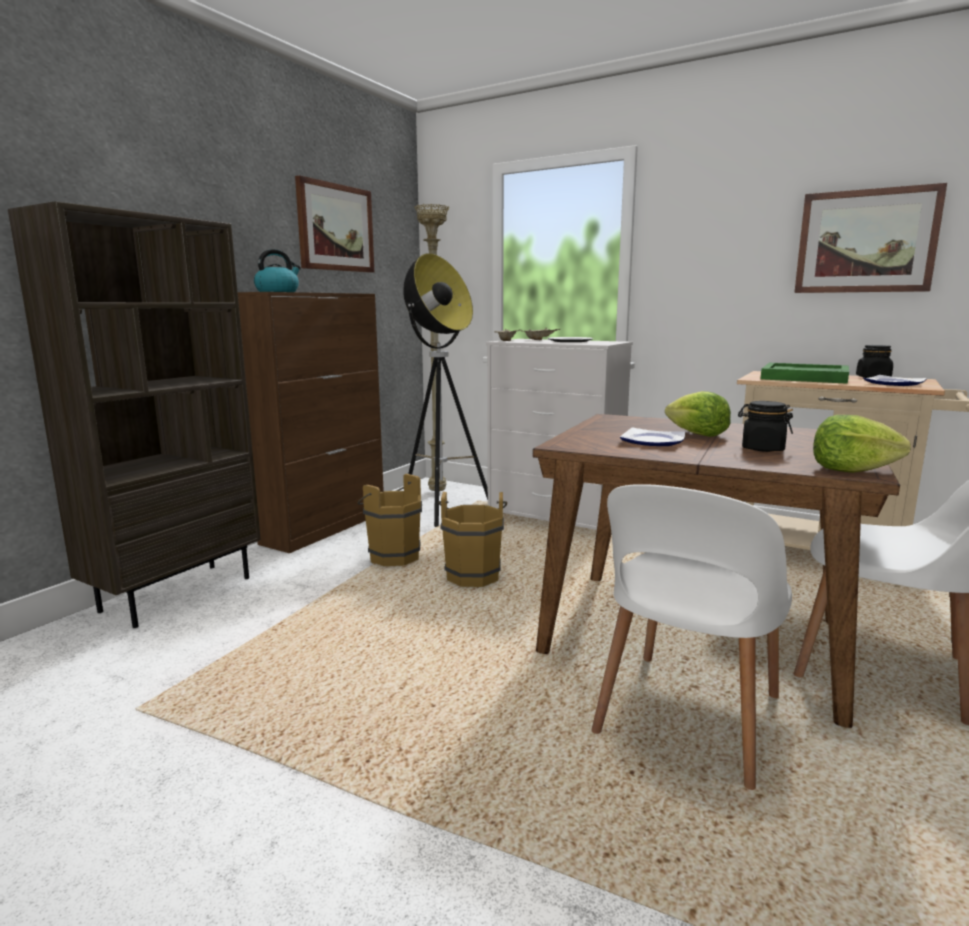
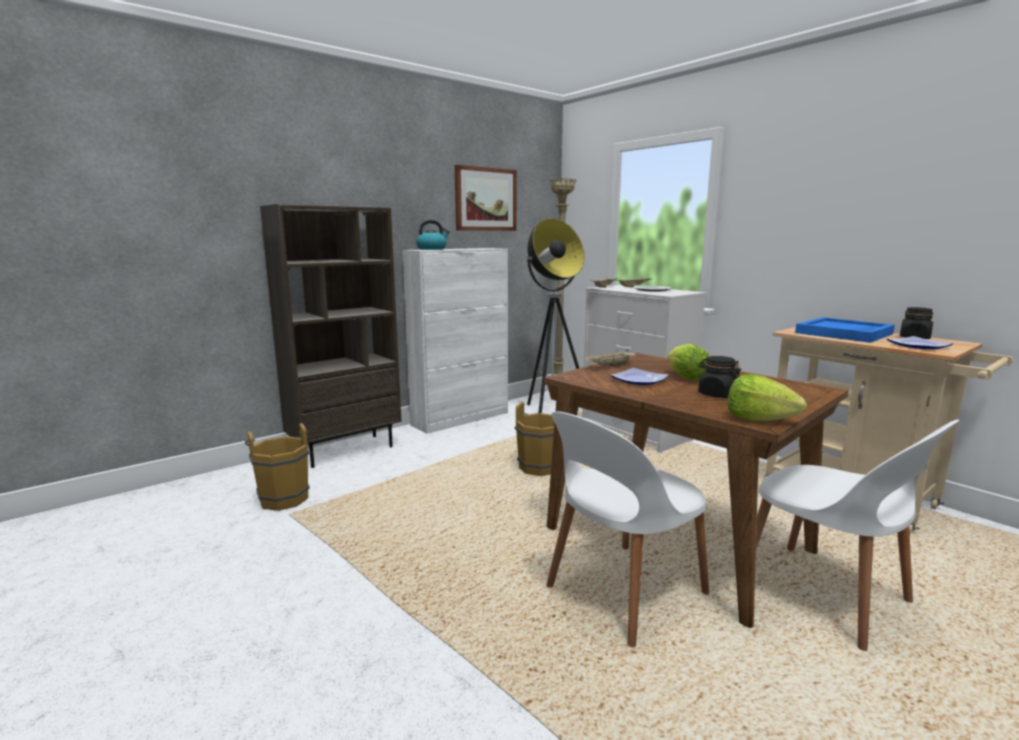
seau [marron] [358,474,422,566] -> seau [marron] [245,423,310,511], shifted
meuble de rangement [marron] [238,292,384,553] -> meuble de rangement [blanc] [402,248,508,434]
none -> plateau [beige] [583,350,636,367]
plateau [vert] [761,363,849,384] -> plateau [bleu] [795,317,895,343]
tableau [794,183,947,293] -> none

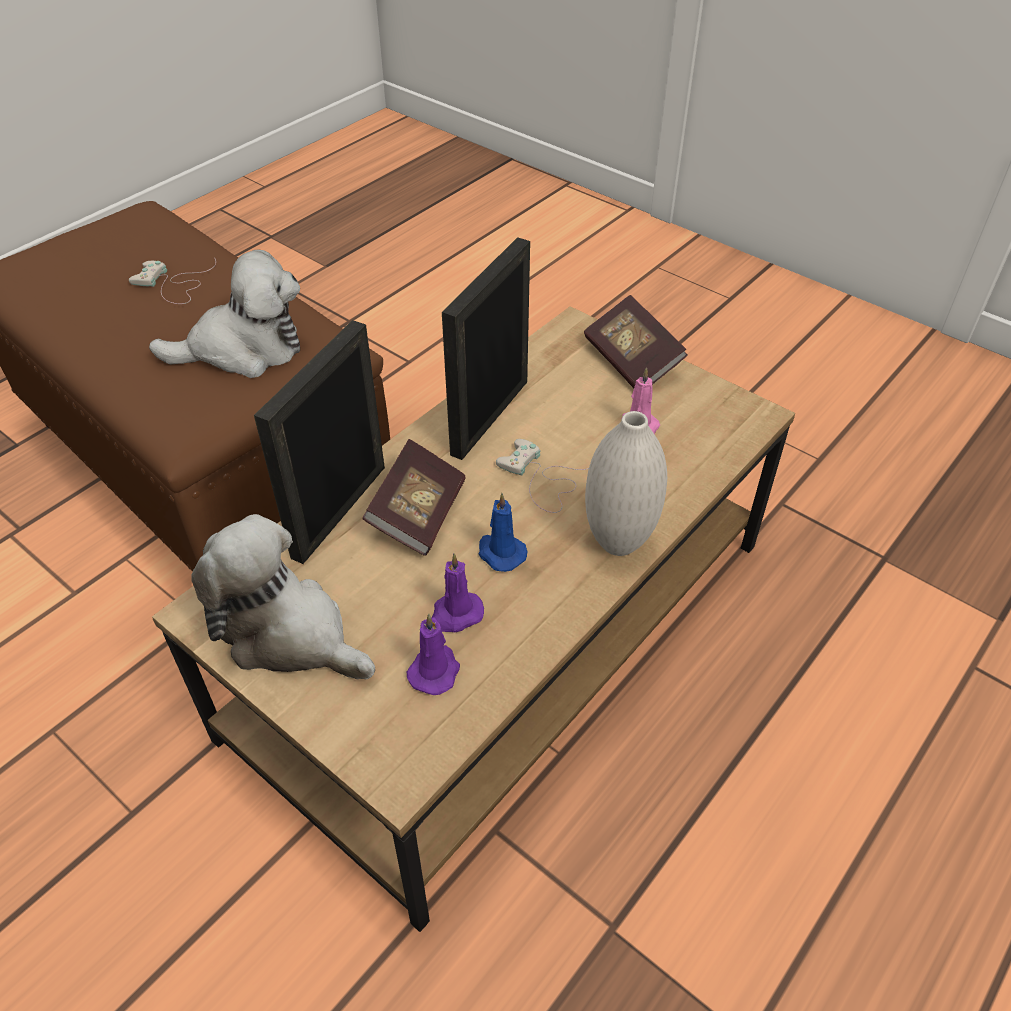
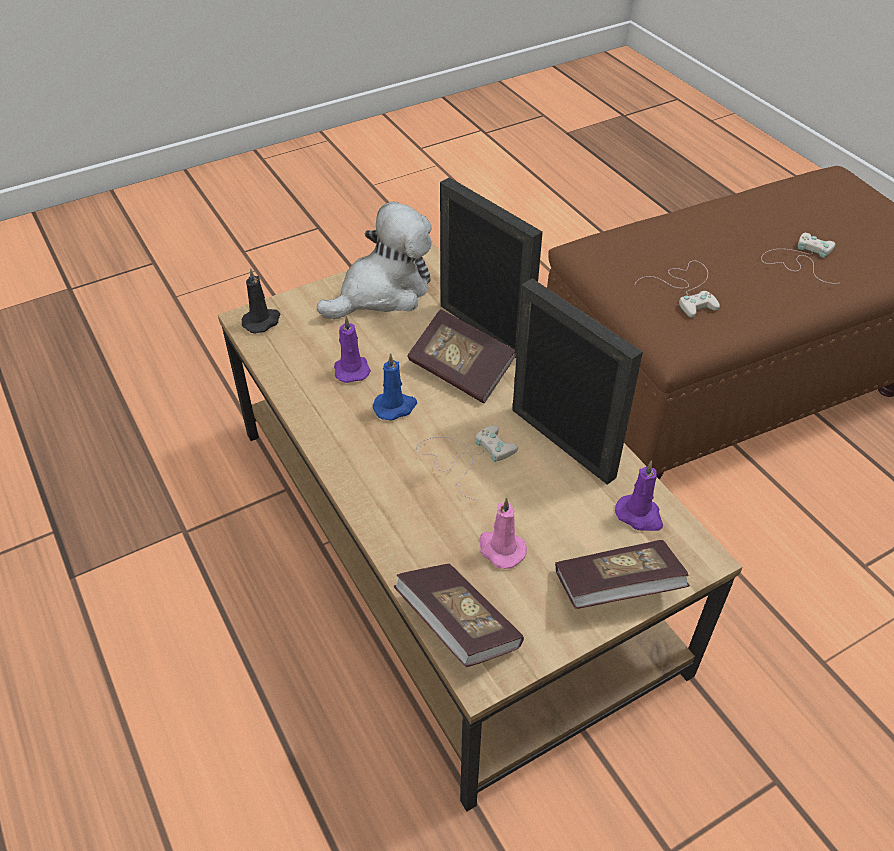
none -> bougie [noir] [242,268,280,334]
none -> livre [394,564,524,667]
bougie [violet] [407,614,460,695] -> bougie [violet] [615,461,663,531], shifted
peluche [149,249,300,378] -> manette [blanc] [635,261,720,318]
vase [blanc] [585,411,667,556] -> none

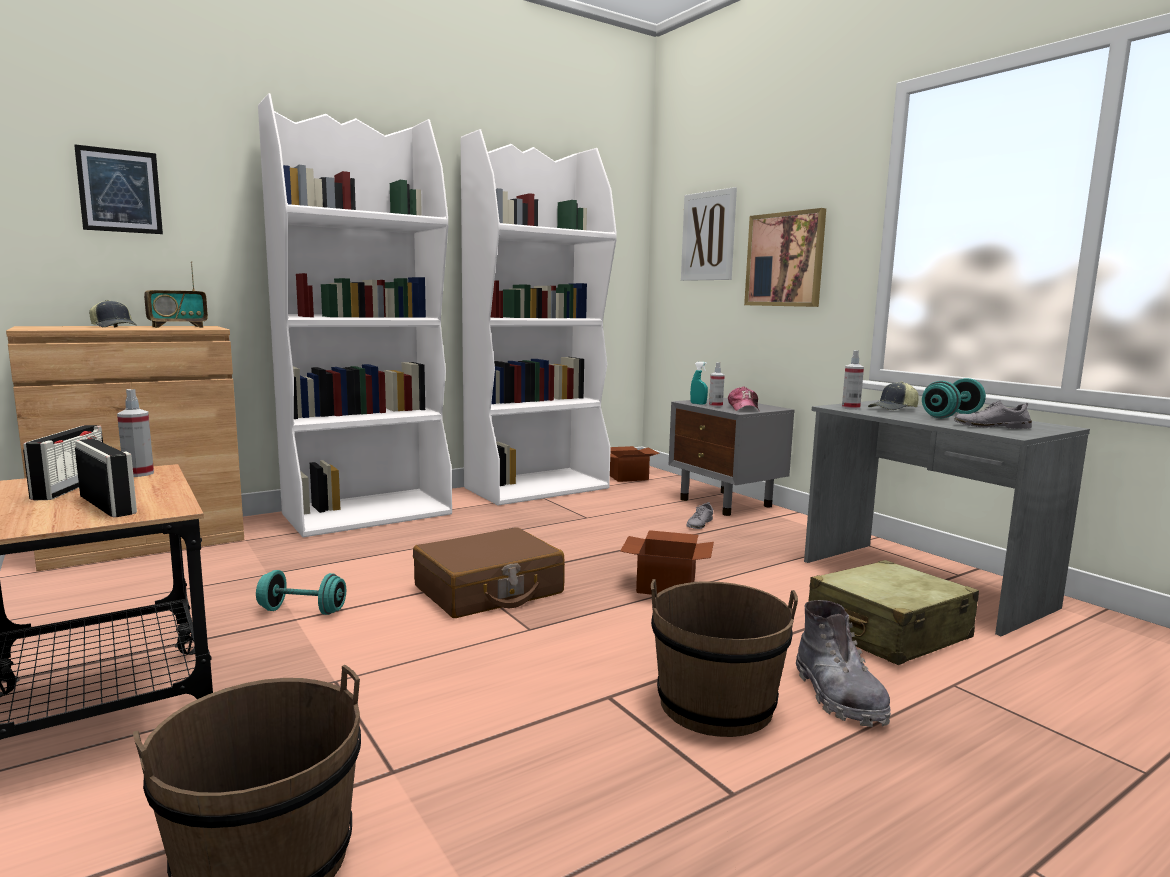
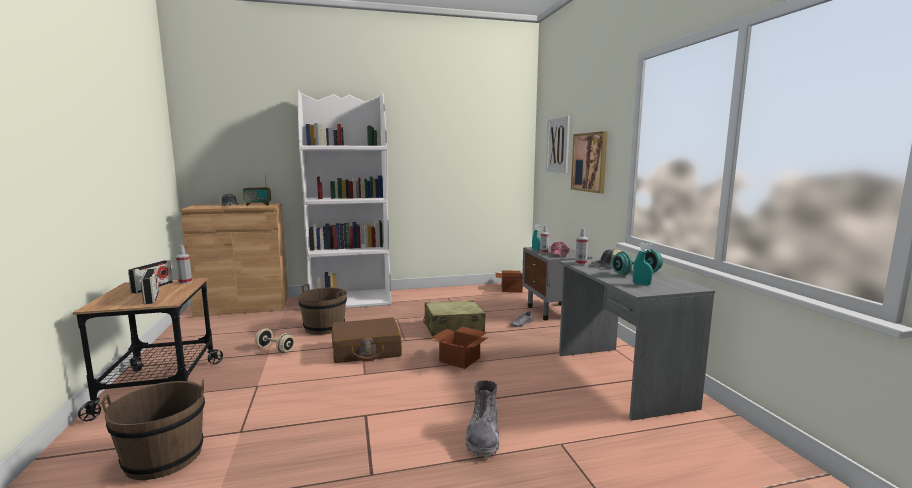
haltère [turquoise] [256,570,346,615] -> haltère [beige] [255,328,295,353]
seau [marron] [651,579,798,737] -> seau [marron] [298,284,347,335], shifted
valise [beige] [808,560,979,665] -> valise [beige] [423,300,486,336], shifted
chaussure [gris] [954,400,1032,429] -> vaporisateur [turquoise] [633,243,653,285]
tableau [74,144,163,234] -> none
bibliothèque [blanc] [461,129,617,505] -> none

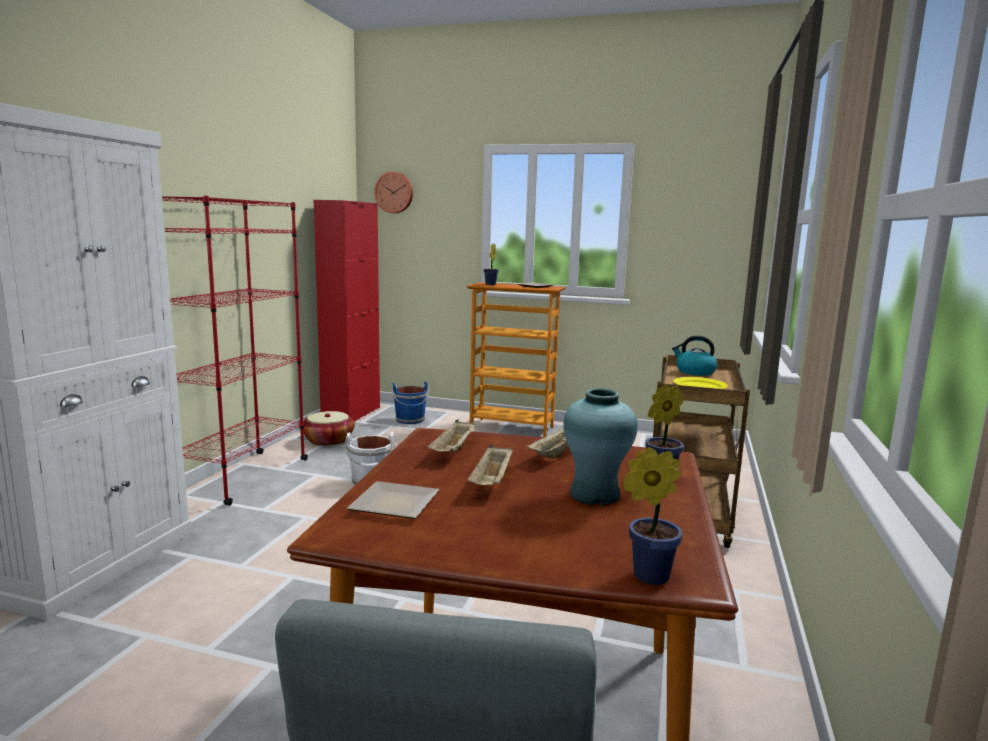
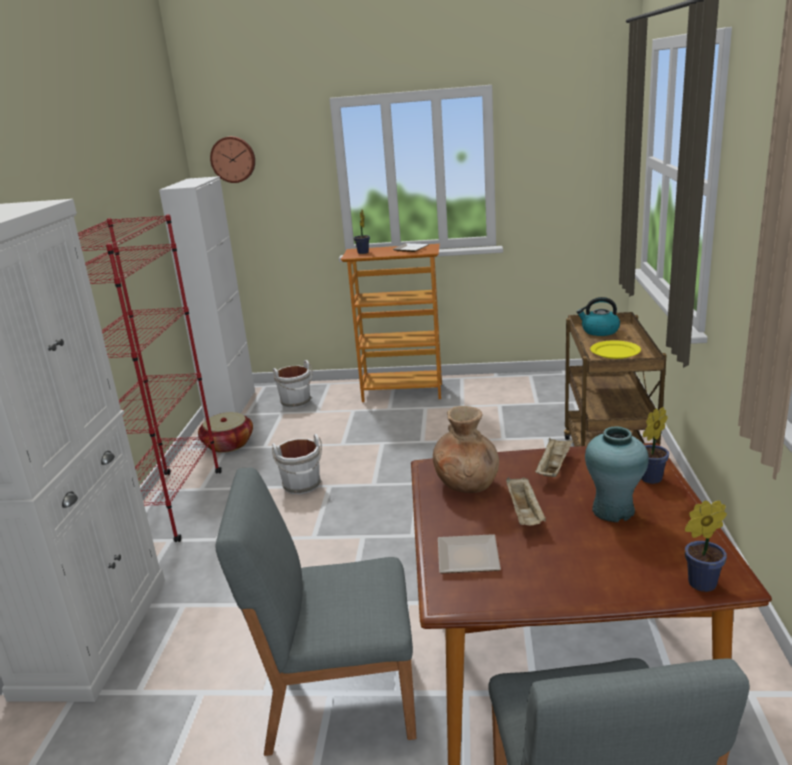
meuble de rangement [rouge] [314,200,380,421] -> meuble de rangement [blanc] [159,176,255,420]
none -> chaise [gris] [215,467,416,756]
seau [bleu] [392,382,430,424] -> seau [blanc] [273,360,312,408]
plateau [beige] [428,420,476,452] -> vase [marron] [433,406,499,493]

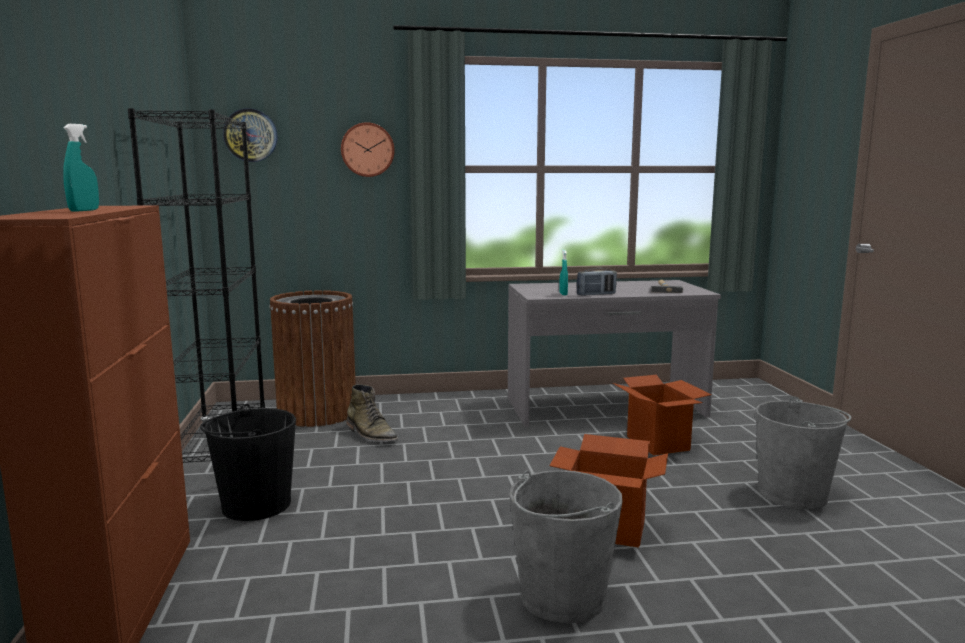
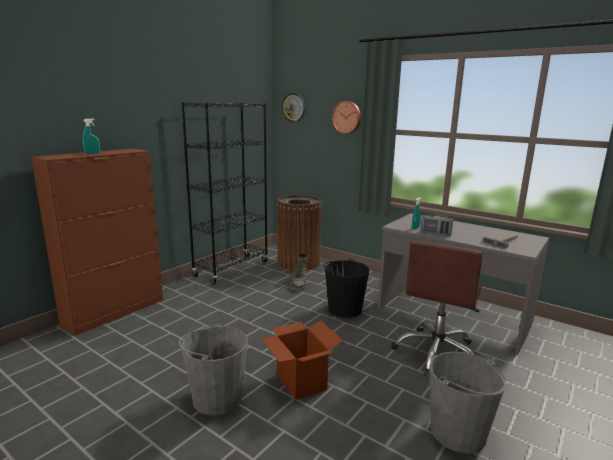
seau [noir] [200,405,296,521] -> seau [noir] [323,259,370,318], shifted
carton [613,375,712,455] -> chaise de bureau [marron] [391,241,482,377]

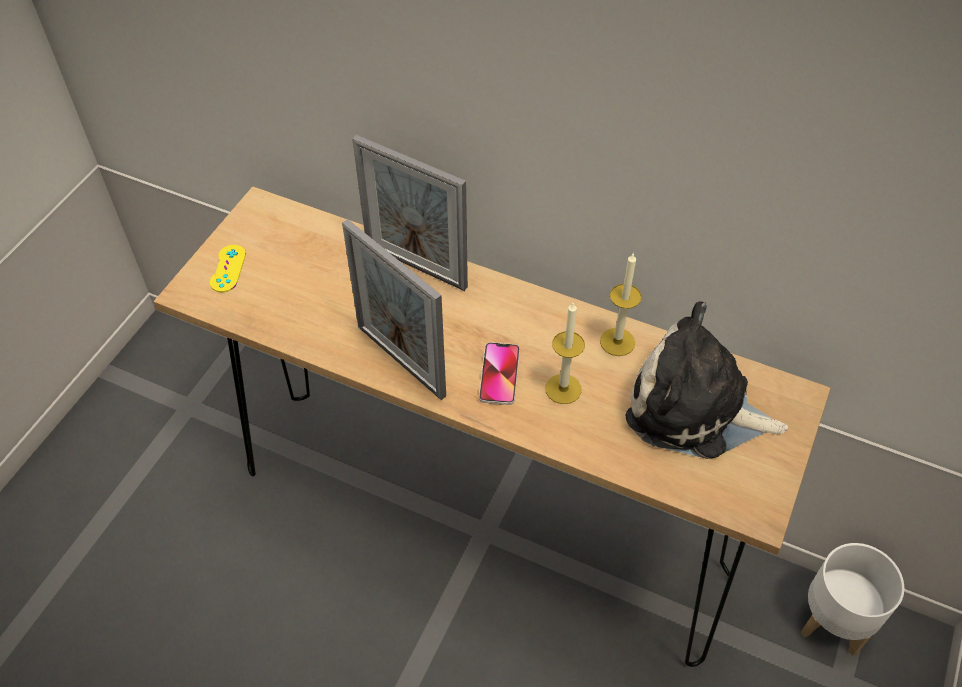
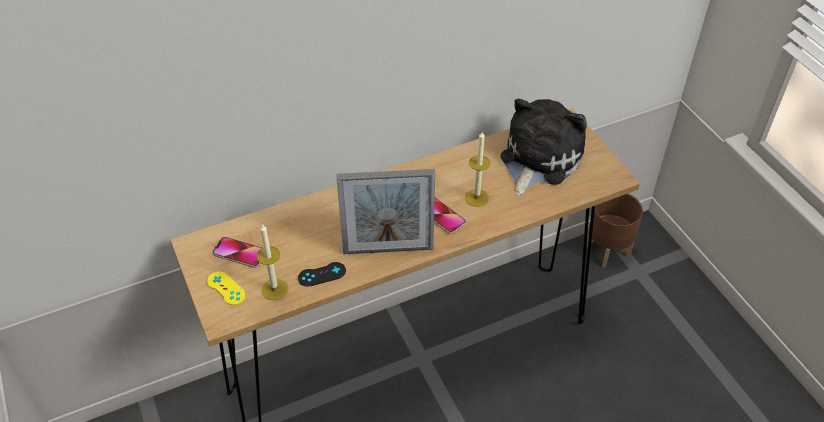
none -> téléphone [212,237,263,268]
bougie [600,254,642,356] -> bougie [257,224,288,300], shifted
none -> manette [noir] [298,262,346,287]
peluche [626,301,788,459] -> peluche [501,99,587,196], 150 degrees clockwise
cache-pot [blanc] [801,543,904,656] -> cache-pot [marron] [587,194,643,268]
cadre photo [352,135,468,291] -> none

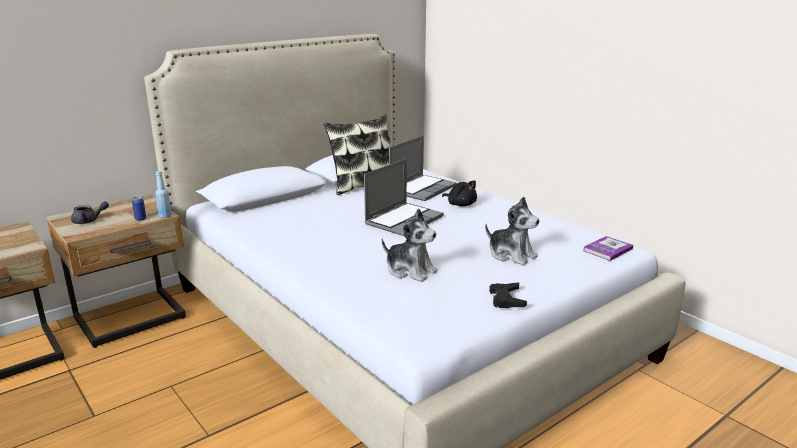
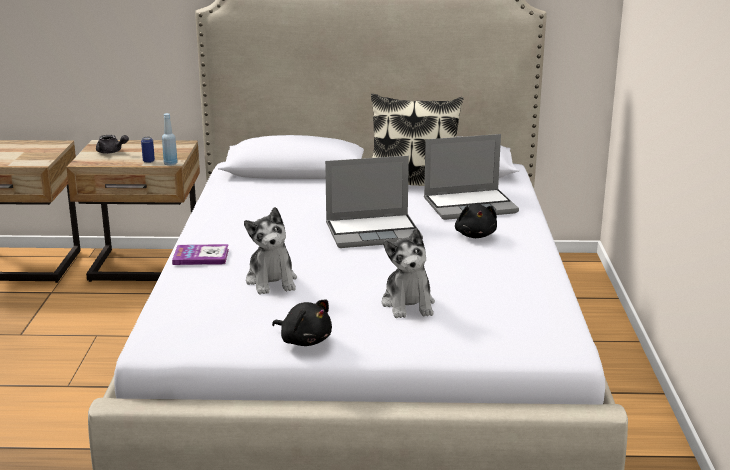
livre [583,236,633,261] -> livre [172,244,229,265], shifted
manette [noir] [489,283,527,308] -> peluche [noir] [272,299,332,346]

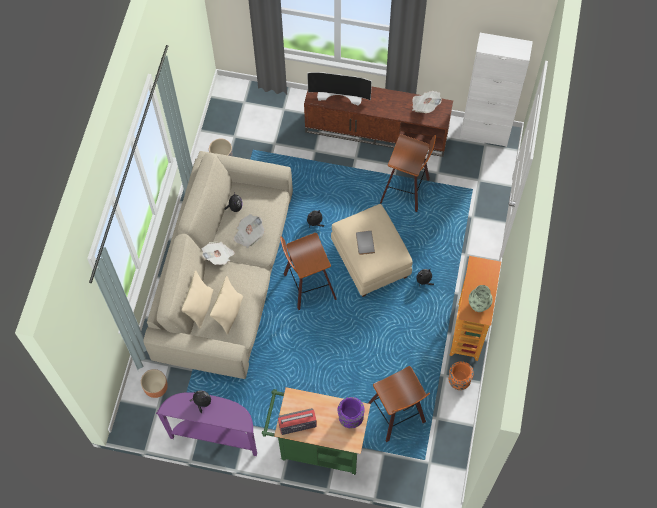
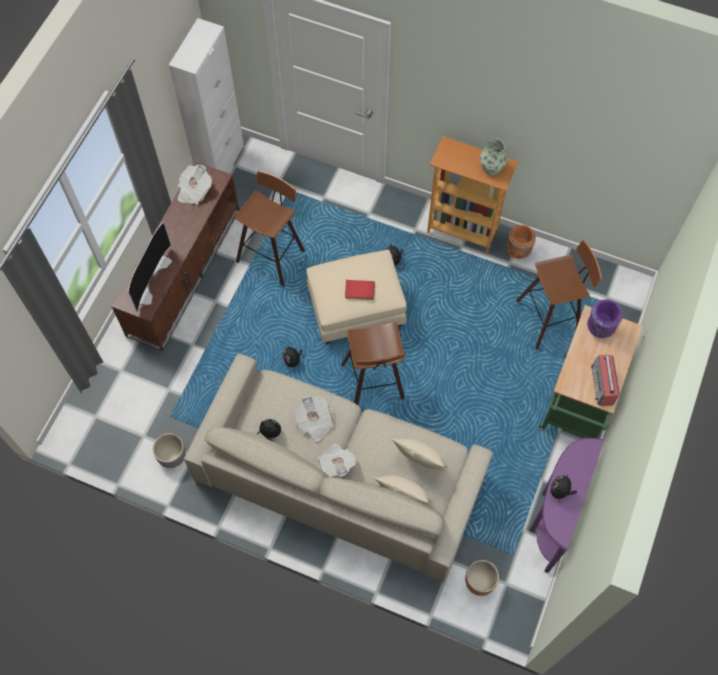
livre [gris] [356,231,375,255] -> livre [rouge] [345,280,375,300]

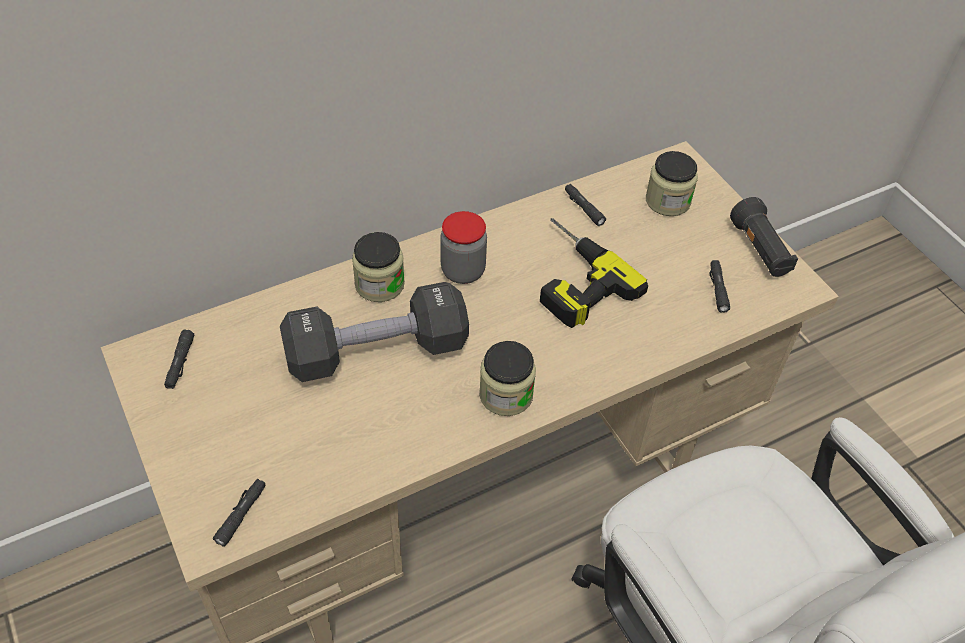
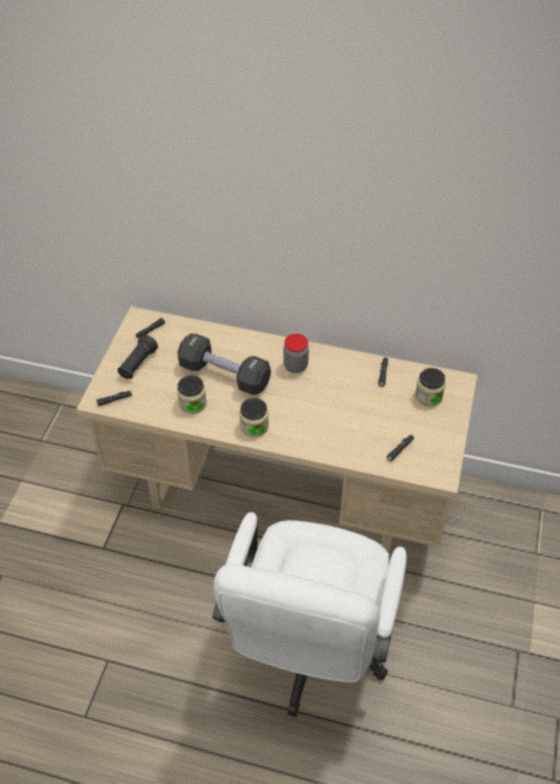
lampe de poche [noir] [730,197,798,277] -> lampe de poche [noir] [118,335,158,379], shifted
bocal [352,232,405,302] -> bocal [177,375,207,414], shifted
perceuse [540,218,648,328] -> none

